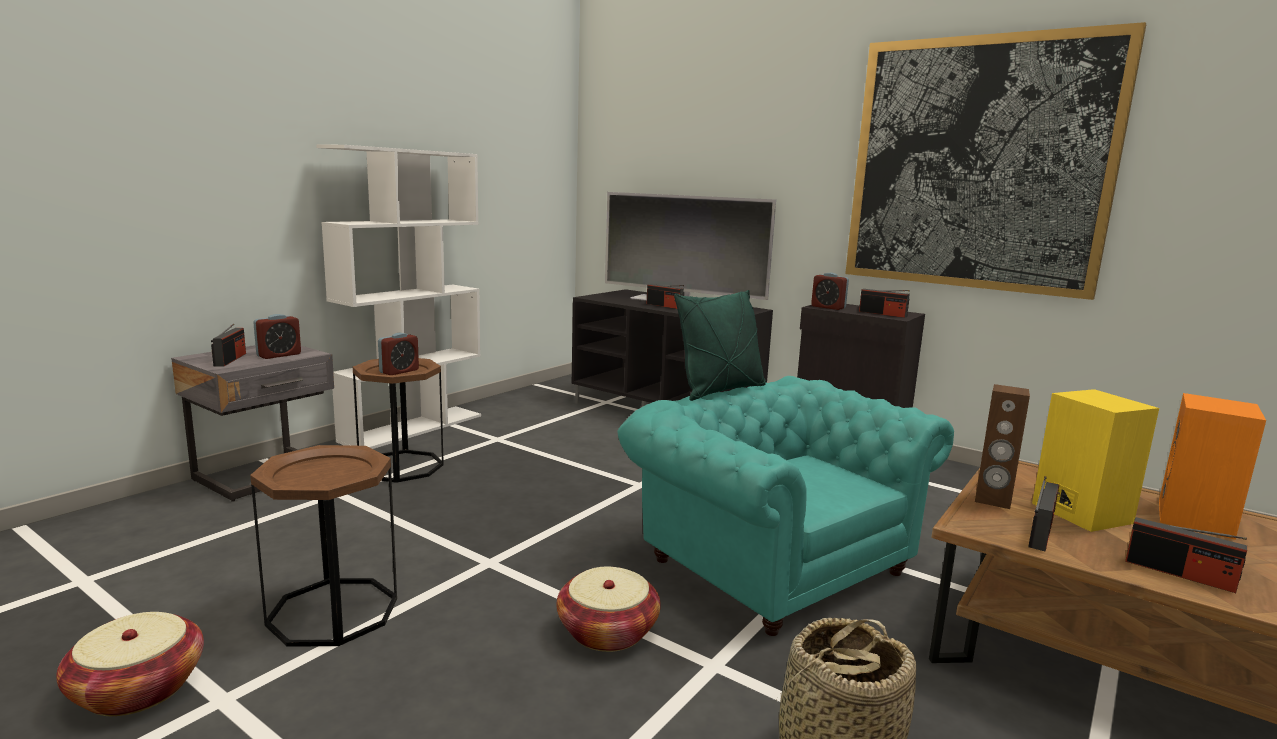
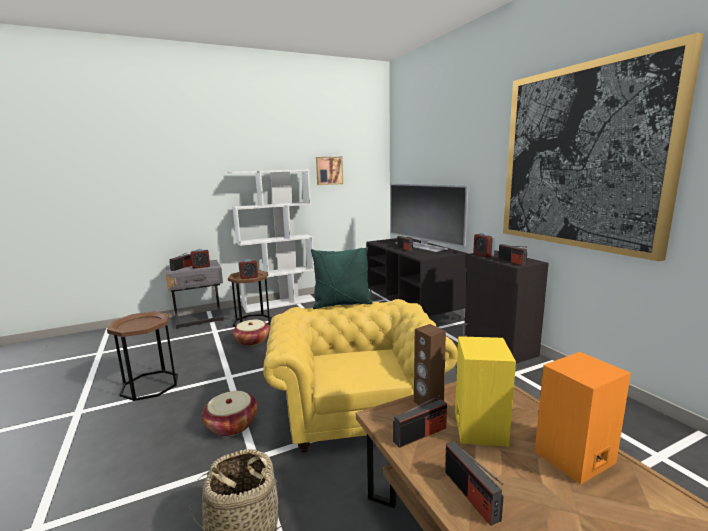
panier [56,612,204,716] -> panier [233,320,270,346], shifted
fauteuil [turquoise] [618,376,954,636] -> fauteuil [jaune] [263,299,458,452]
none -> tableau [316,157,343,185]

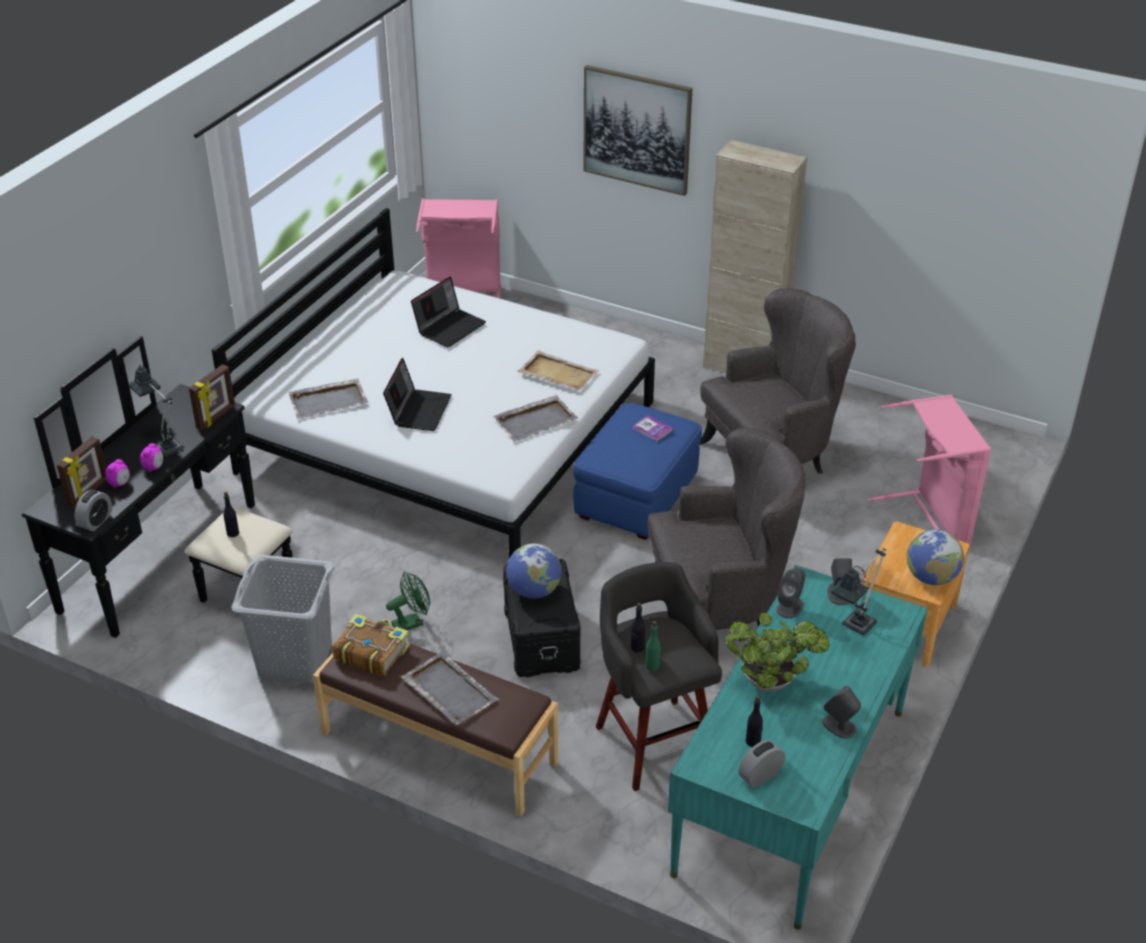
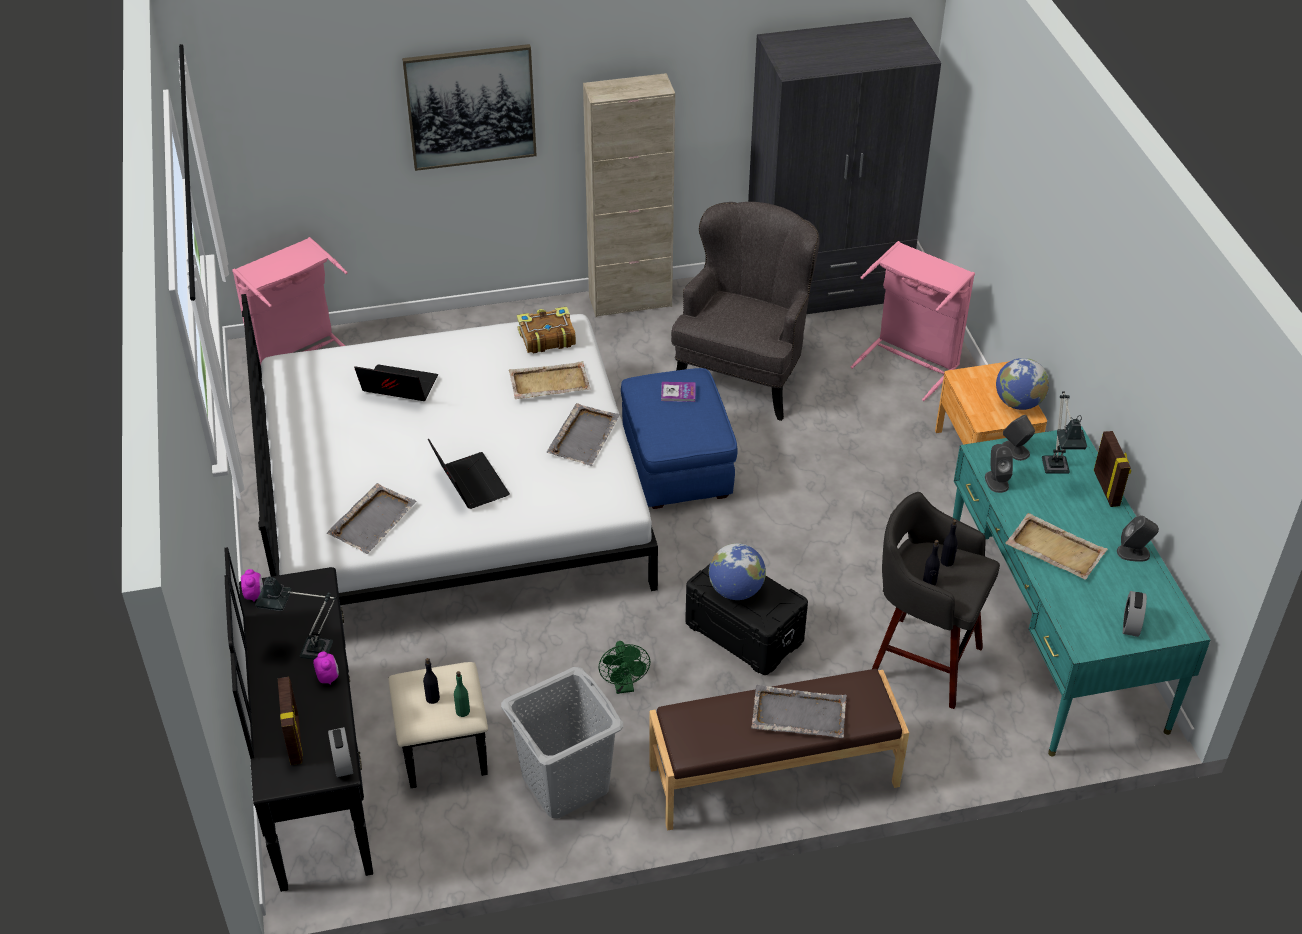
réveil [105,459,130,488] -> réveil [241,569,263,602], shifted
ordinateur portable [411,276,486,348] -> ordinateur portable [354,364,438,401], 75 degrees counterclockwise
bouteille [vert] [645,621,661,671] -> bouteille [vert] [454,671,470,717], shifted
livre [332,614,410,676] -> livre [517,306,576,354], shifted
ventilateur [vert] [386,572,430,630] -> ventilateur [vert] [599,641,650,694], 150 degrees clockwise
none -> armoire [gris] [748,17,941,314]
bouteille [noir] [746,696,763,747] -> bouteille [noir] [941,519,958,566], shifted
plante en pot [726,612,830,692] -> plateau [beige] [1005,513,1108,580]
cadre photo [189,364,235,430] -> cadre photo [1094,431,1131,507], shifted
fauteuil [gris] [647,427,805,630] -> none

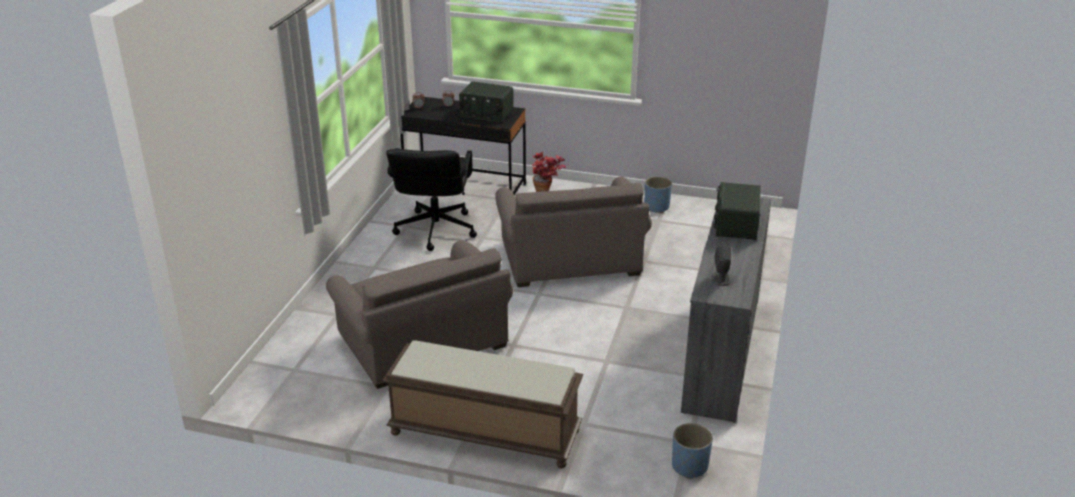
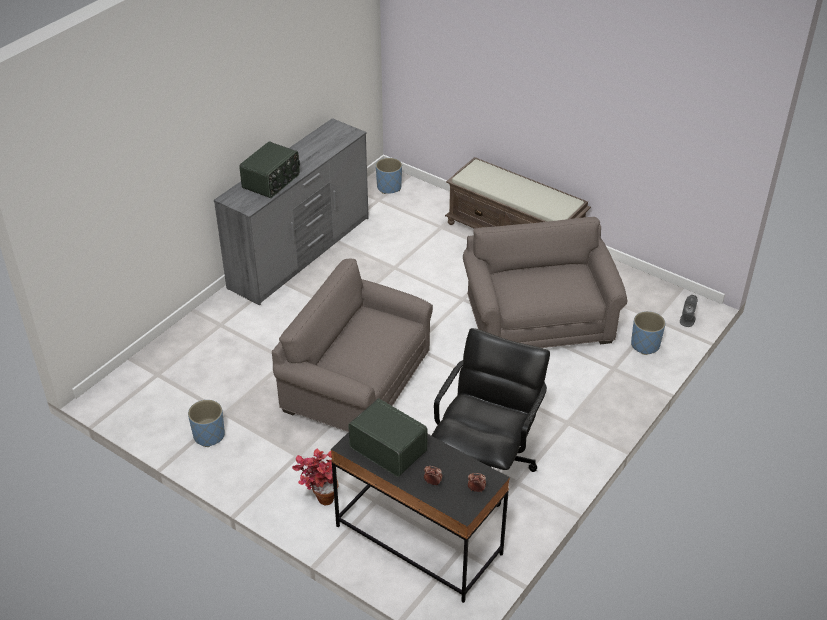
fauteuil [gris] [495,177,652,287] -> fauteuil [gris] [272,259,433,432], 75 degrees counterclockwise
none -> cache-pot [bleu] [631,311,665,355]
enceinte [gris] [712,246,731,286] -> enceinte [gris] [680,295,698,327], shifted

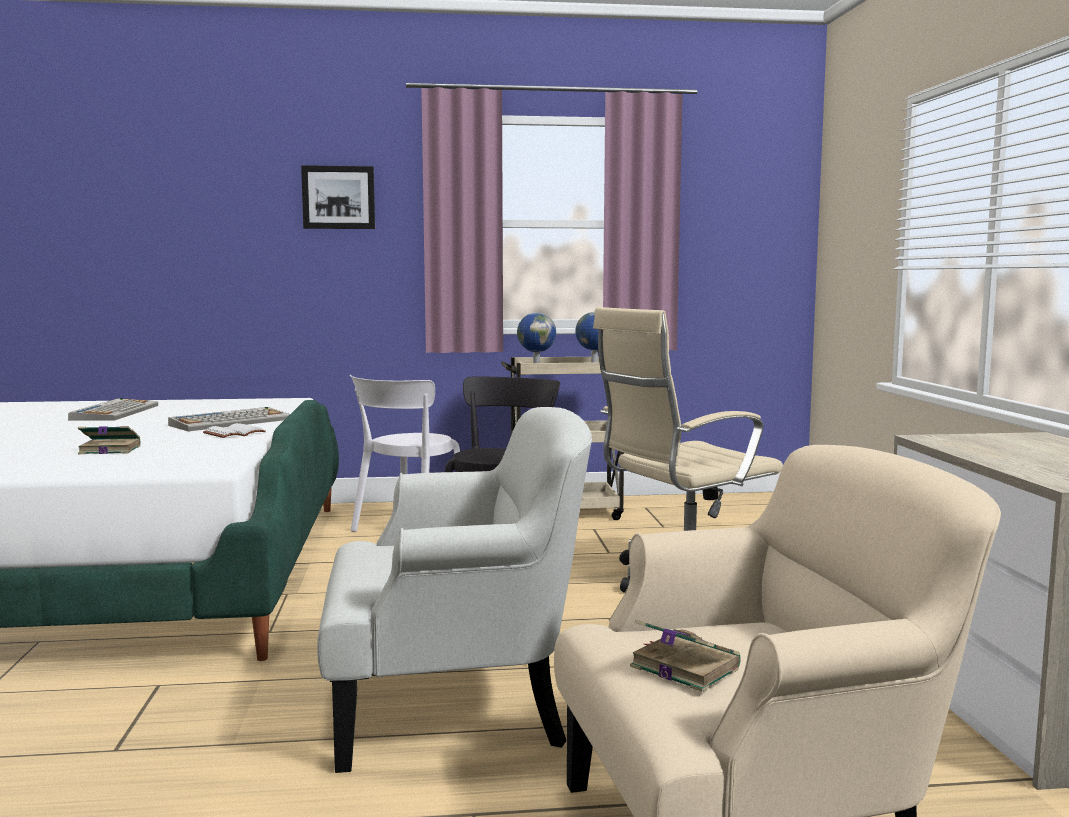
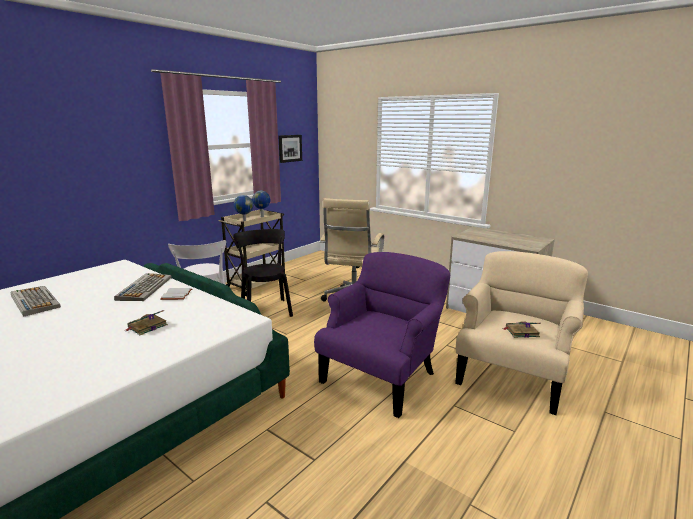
tableau [301,165,375,229] -> tableau [278,135,302,163], shifted
fauteuil [blanc] [317,407,592,773] -> fauteuil [violet] [314,252,450,418]

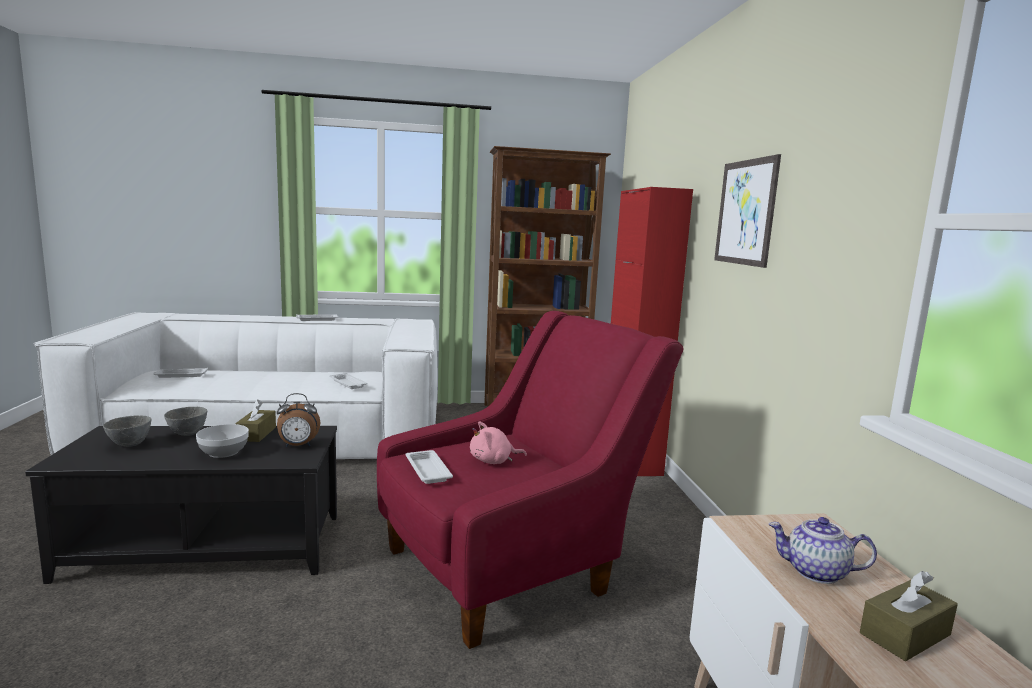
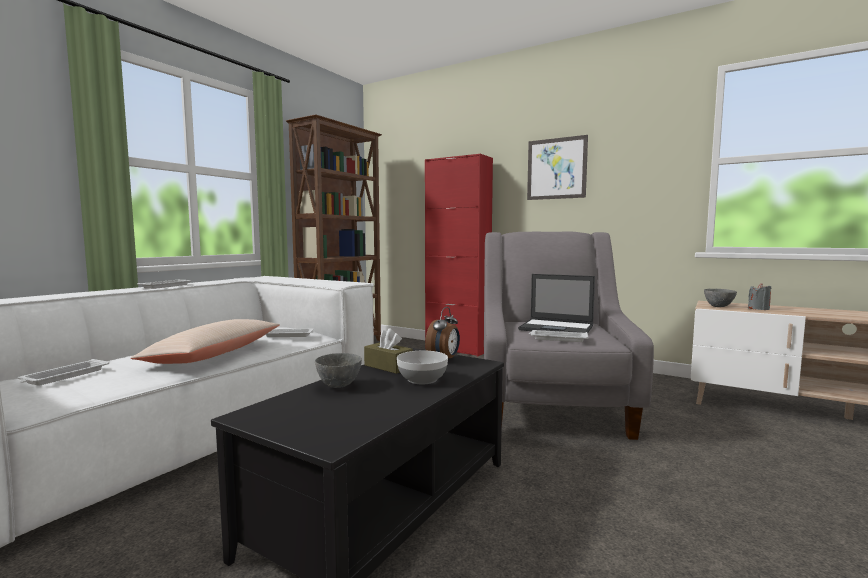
none -> coussin [beige] [130,319,280,364]
fauteuil [rouge] [377,311,684,649] -> fauteuil [gris] [484,232,654,440]
peluche [rose] [470,421,527,464] -> ordinateur portable [518,274,595,333]
bol [gris] [103,415,152,447] -> bol [gris] [704,289,737,307], shifted
théière [769,517,877,584] -> bougie [gris] [748,283,771,310]
boîte à mouchoirs [marron] [860,571,958,661] -> none

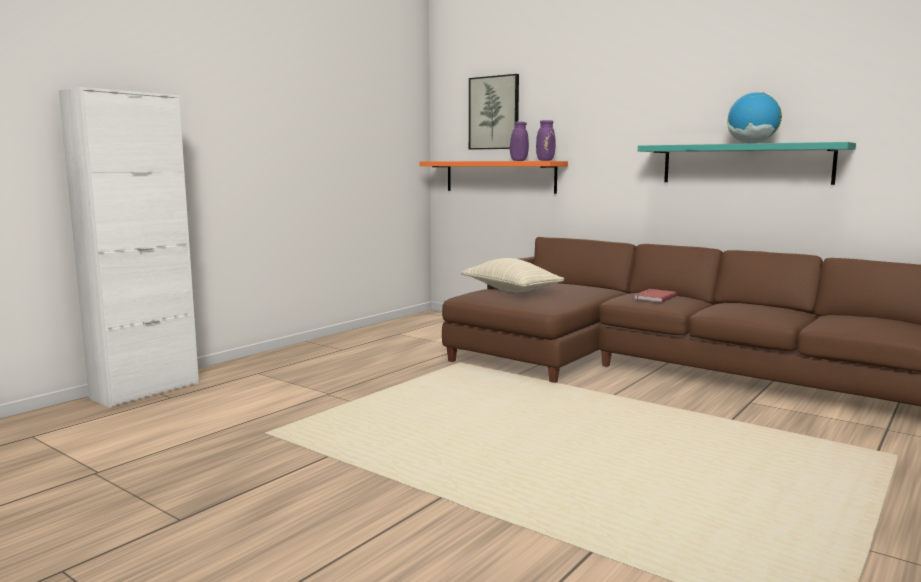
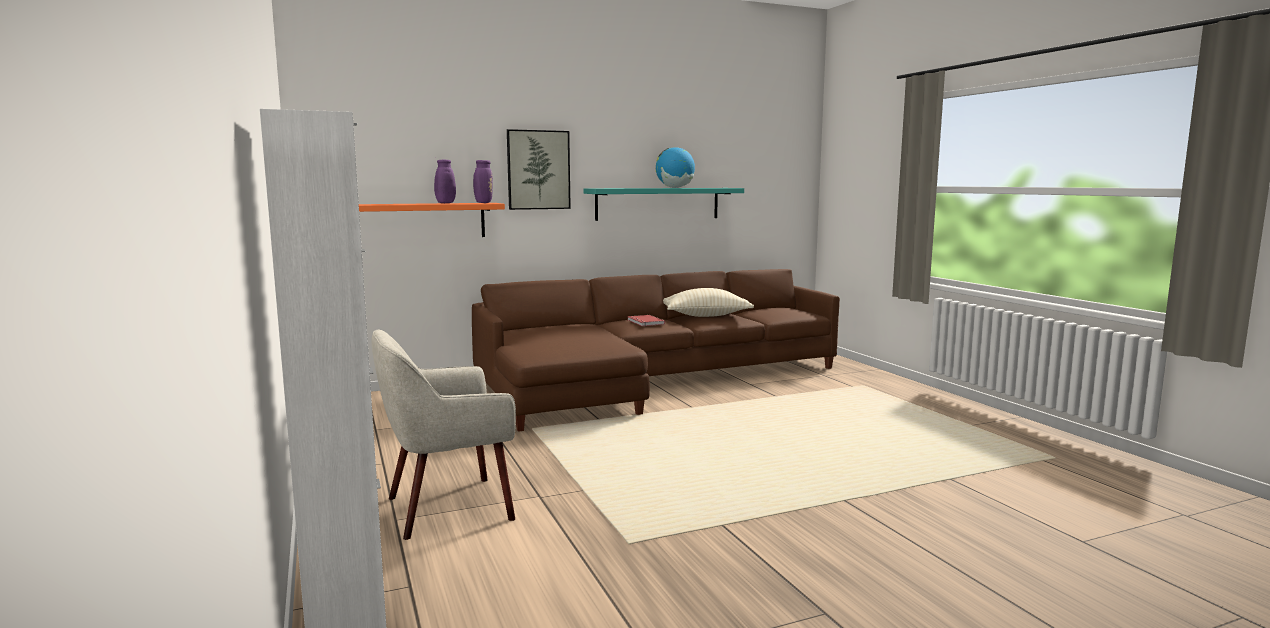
none -> fauteuil [beige] [372,330,516,540]
tableau [469,74,519,150] -> tableau [507,129,571,210], shifted
coussin [beige] [461,258,564,292] -> coussin [beige] [663,288,754,317], shifted

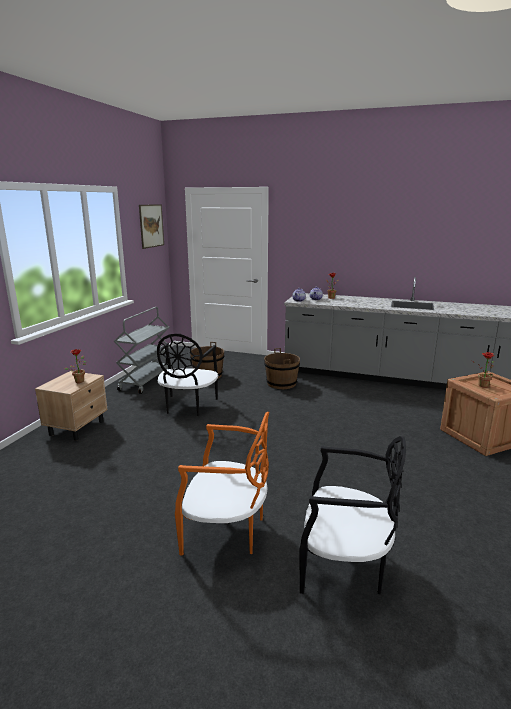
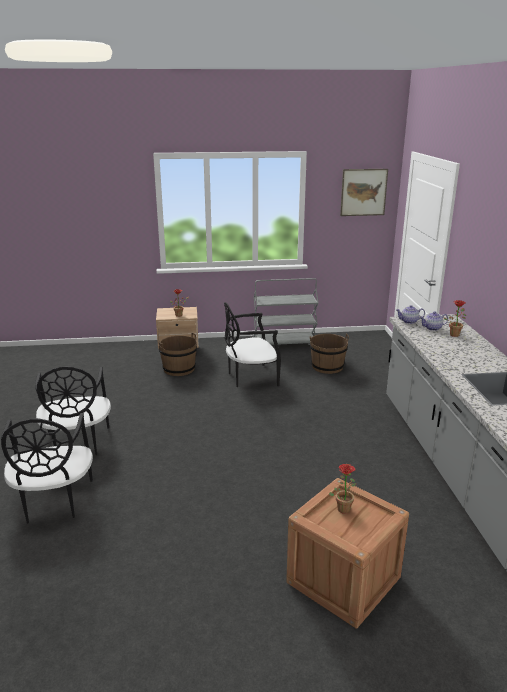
chaise [orange] [175,412,269,556] -> chaise [noir] [35,366,111,455]
seau [marron] [264,348,300,389] -> seau [marron] [159,333,197,376], shifted

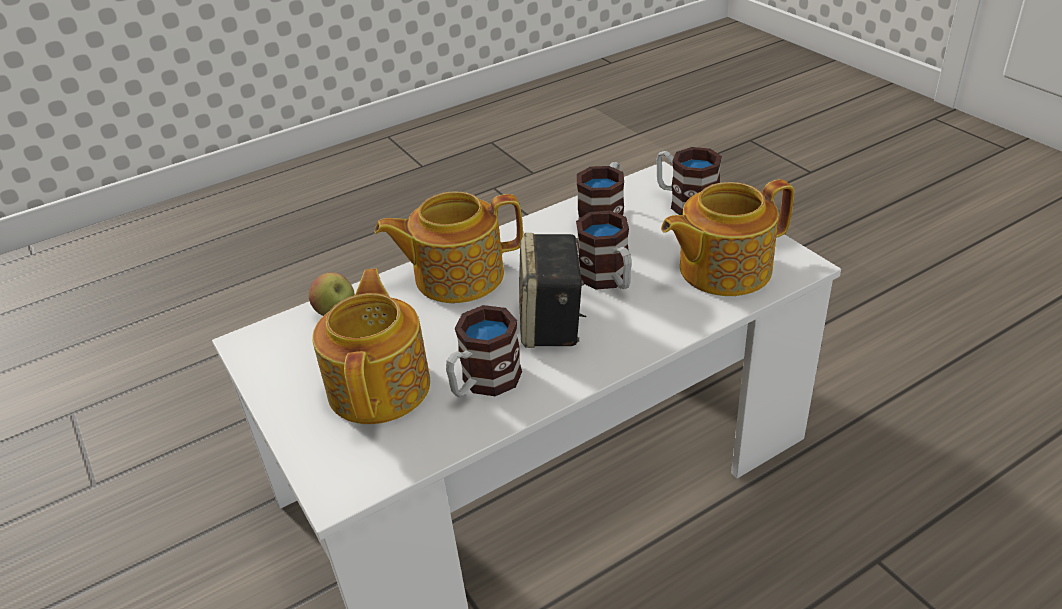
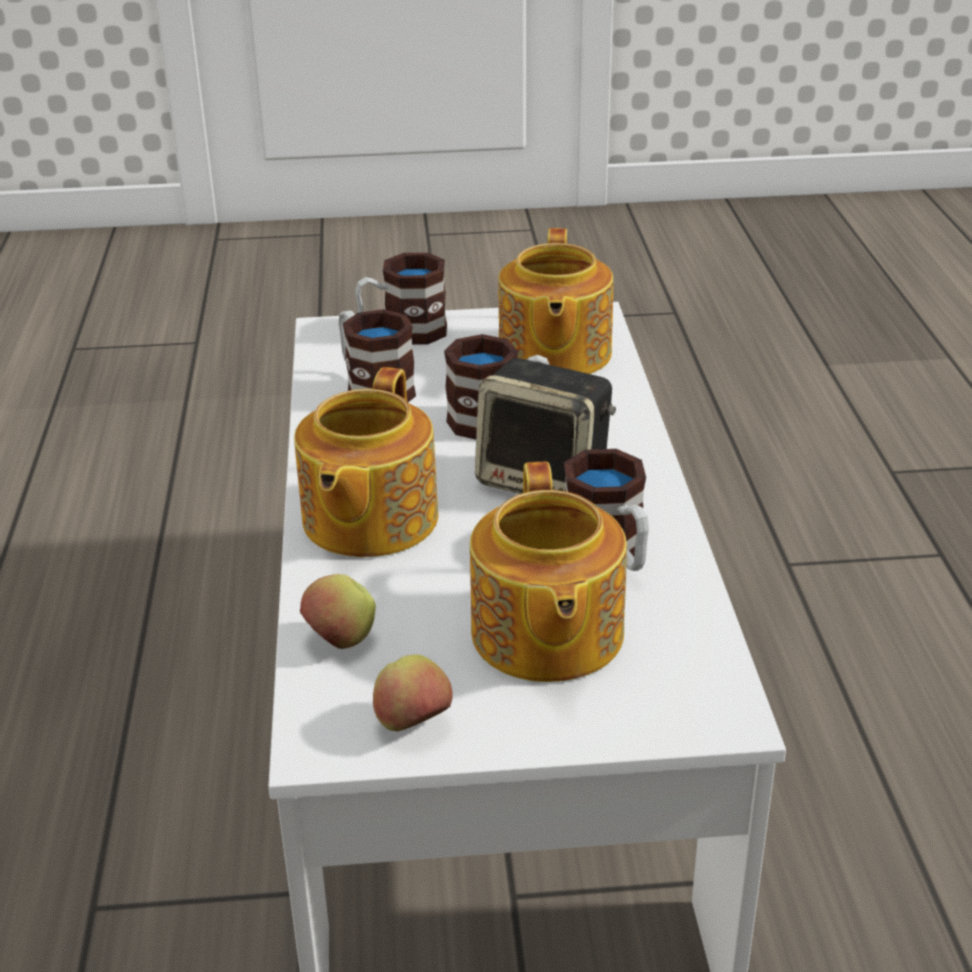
none -> pomme [373,654,452,732]
théière [312,269,430,424] -> théière [470,462,627,682], 120 degrees counterclockwise

